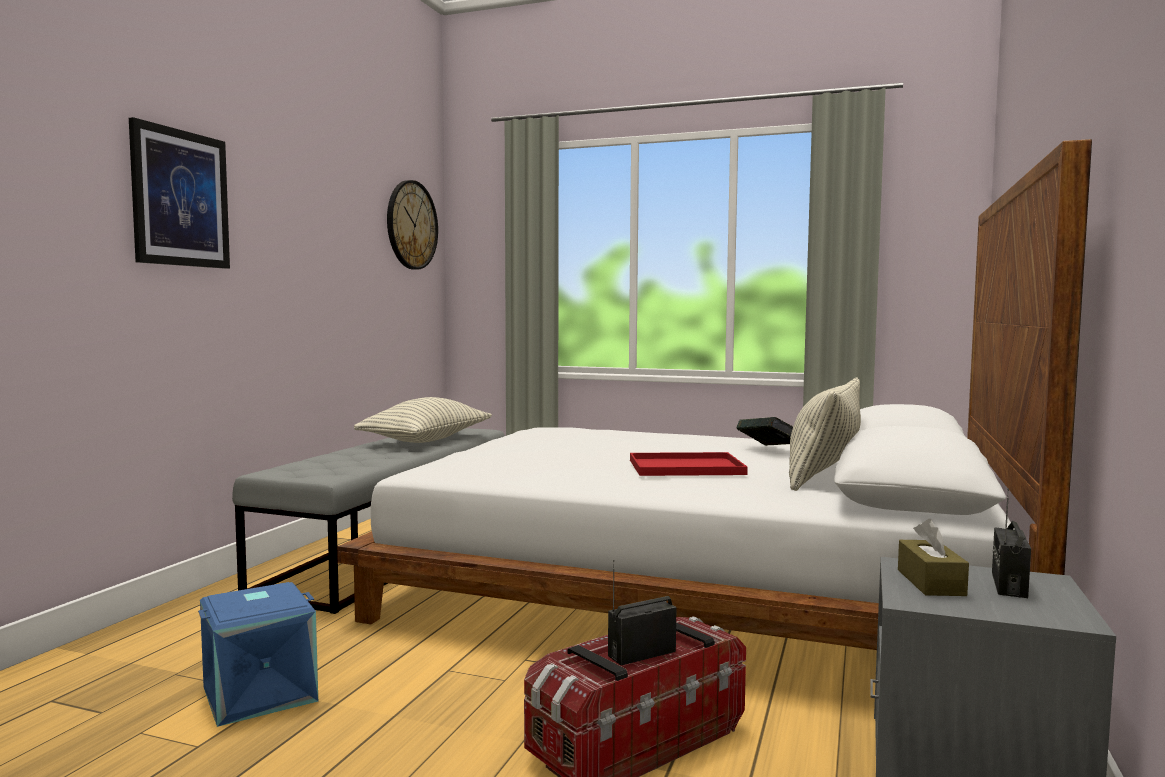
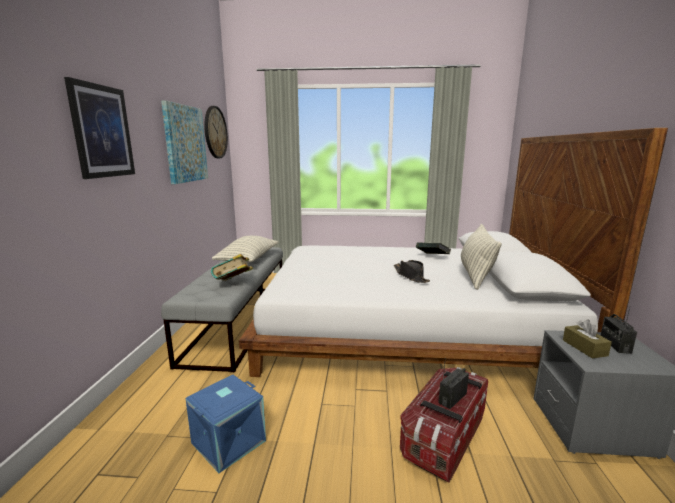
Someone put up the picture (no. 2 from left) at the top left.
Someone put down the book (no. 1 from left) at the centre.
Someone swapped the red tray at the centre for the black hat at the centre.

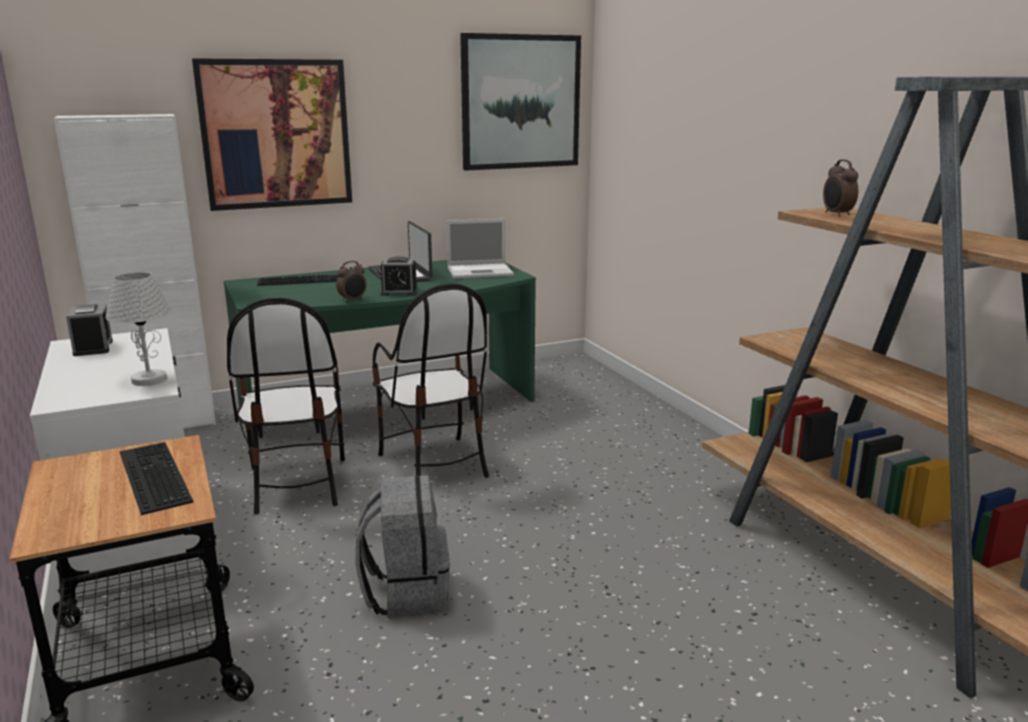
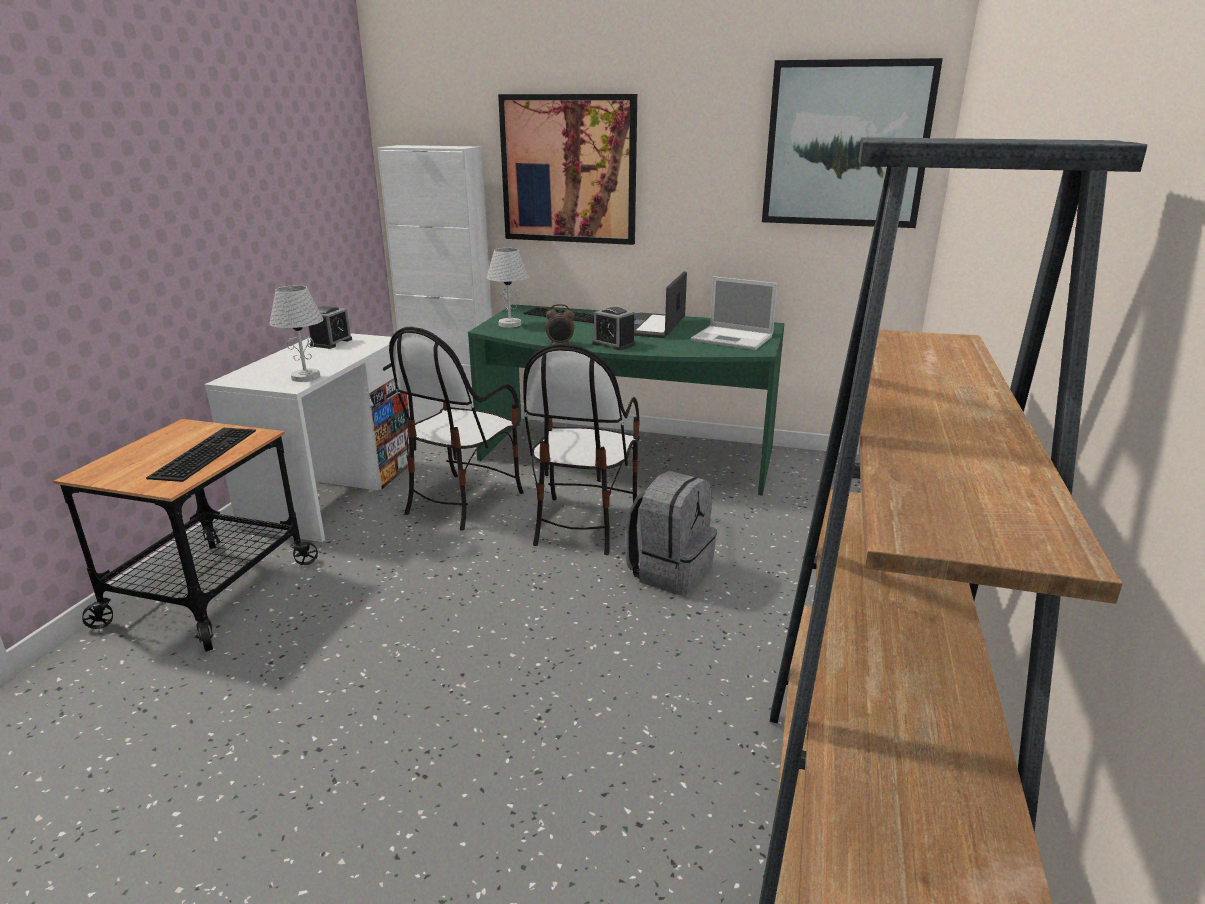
Someone put down the white table lamp (no. 2 from left) at the top centre.
Someone carried the grey backpack from the bottom centre to the centre.
Someone took away the alarm clock (no. 4 from left) at the top right.

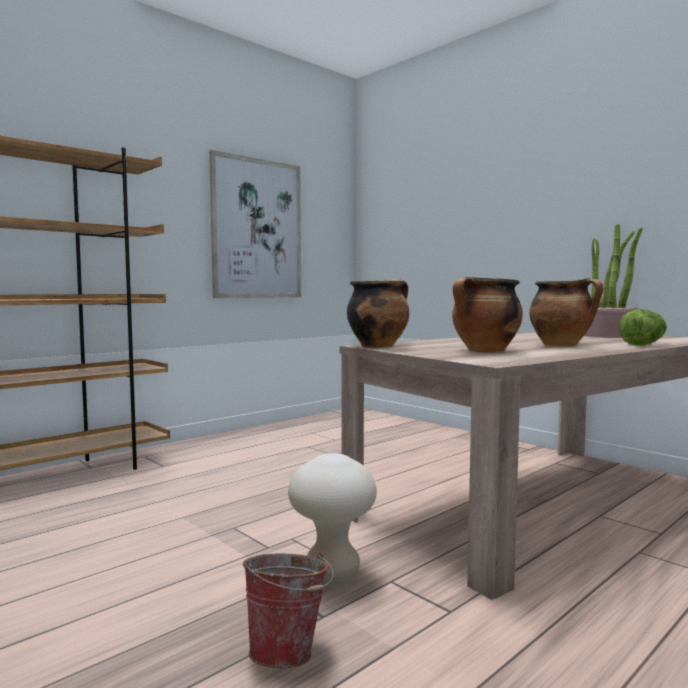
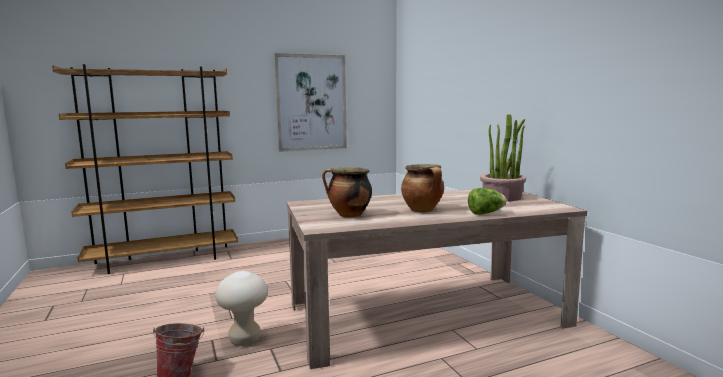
Someone took away the cooking pot (no. 1 from left) at the centre.

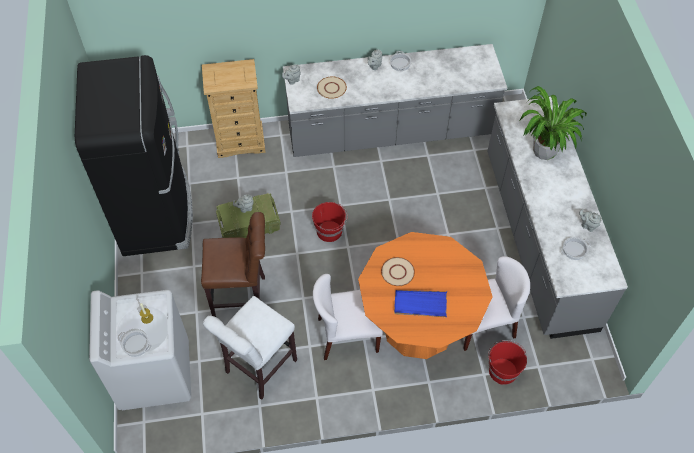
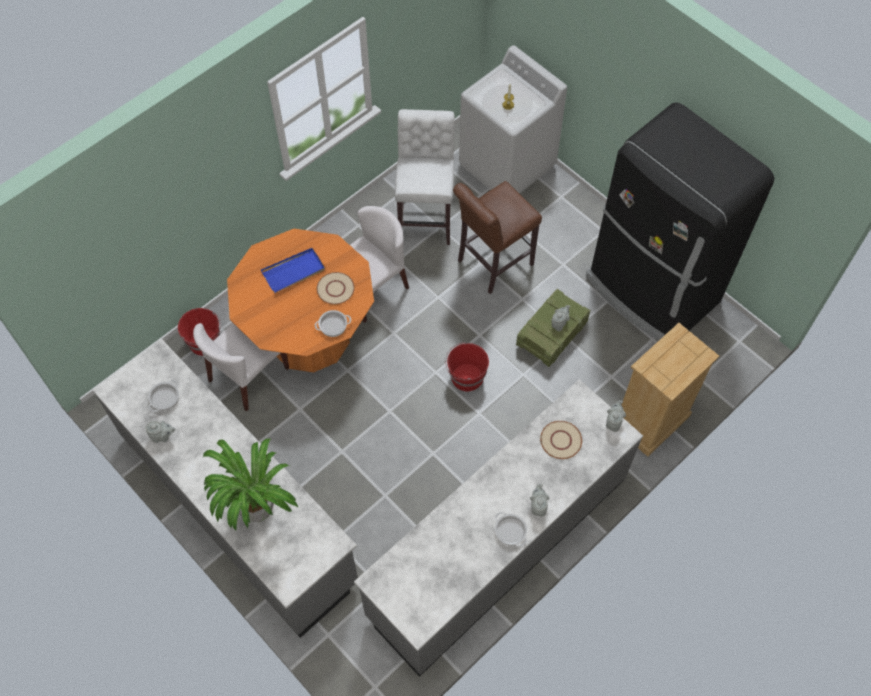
Someone carried the cooking pot (no. 1 from left in the first image) from the bottom left to the centre.

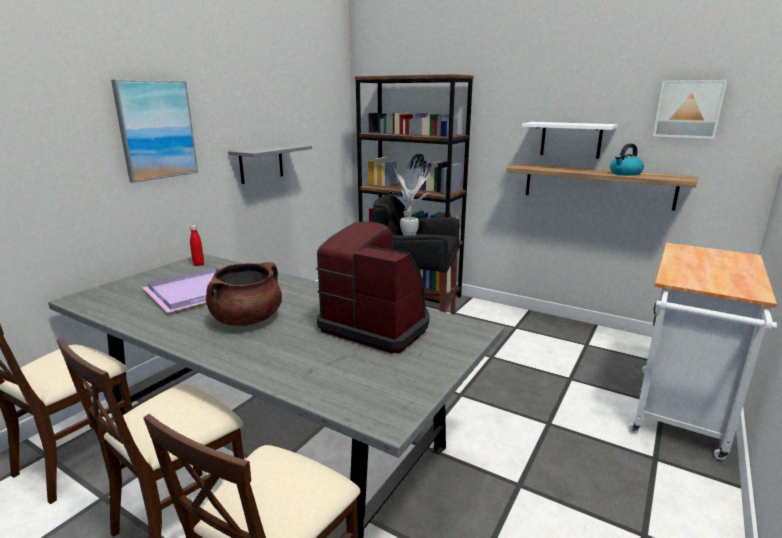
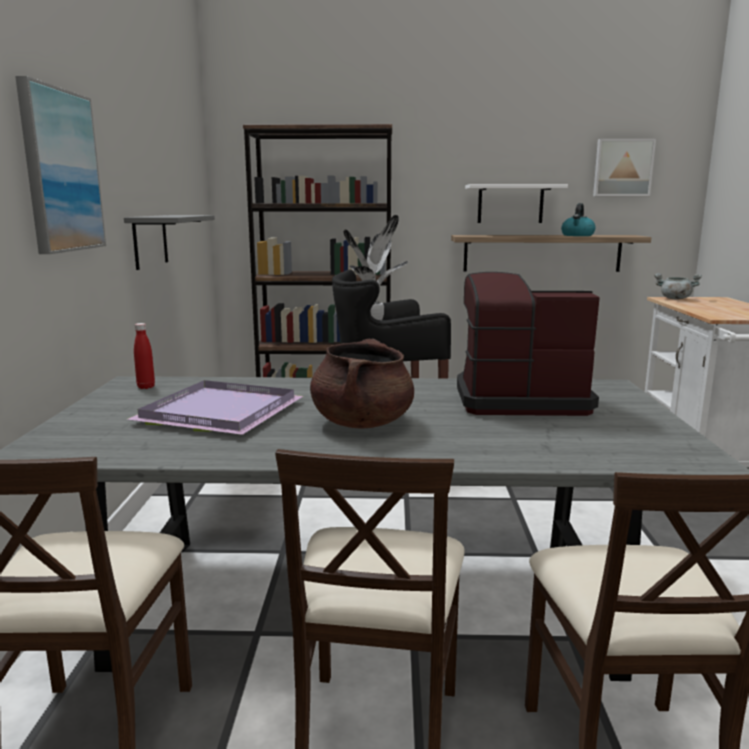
Someone put down the grey cooking pot at the middle right.

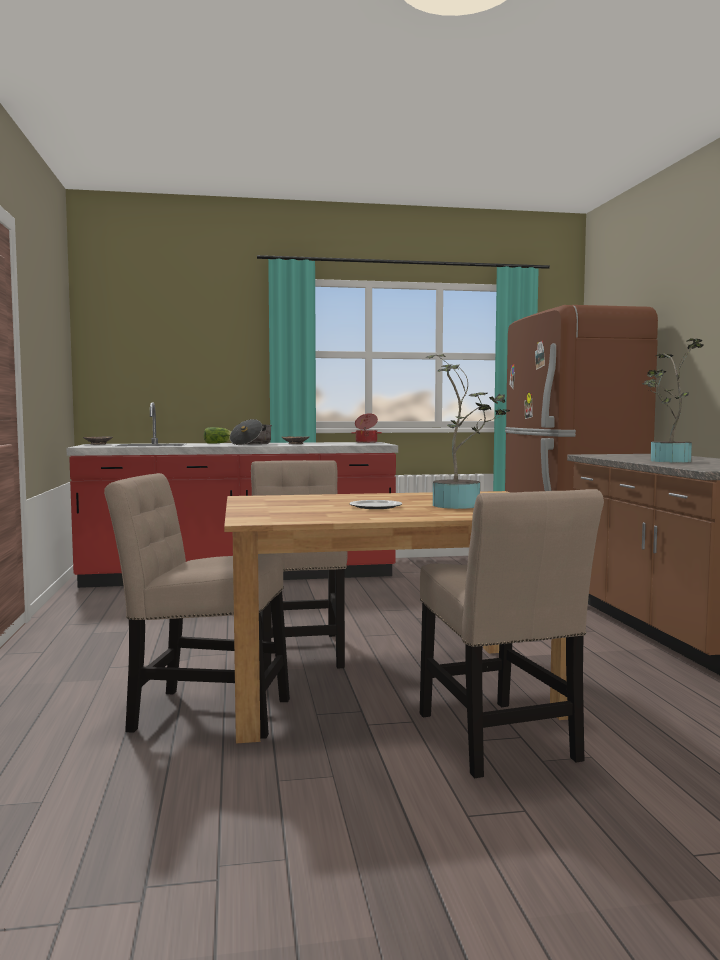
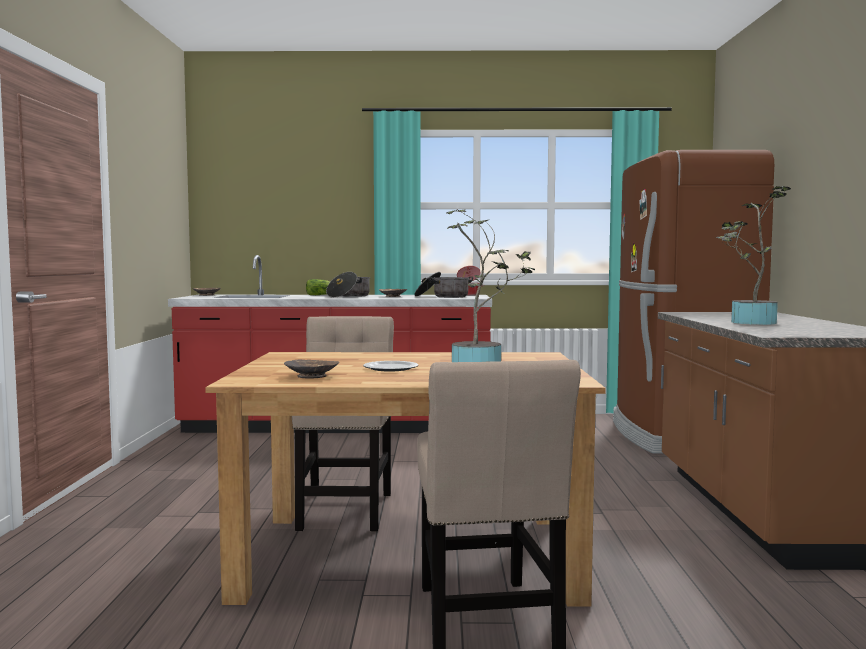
Someone put down the brown bowl (no. 2 from left) at the centre.
Someone put down the cooking pot (no. 2 from left) at the centre.
Someone took away the beige chair (no. 1 from left) at the middle left.

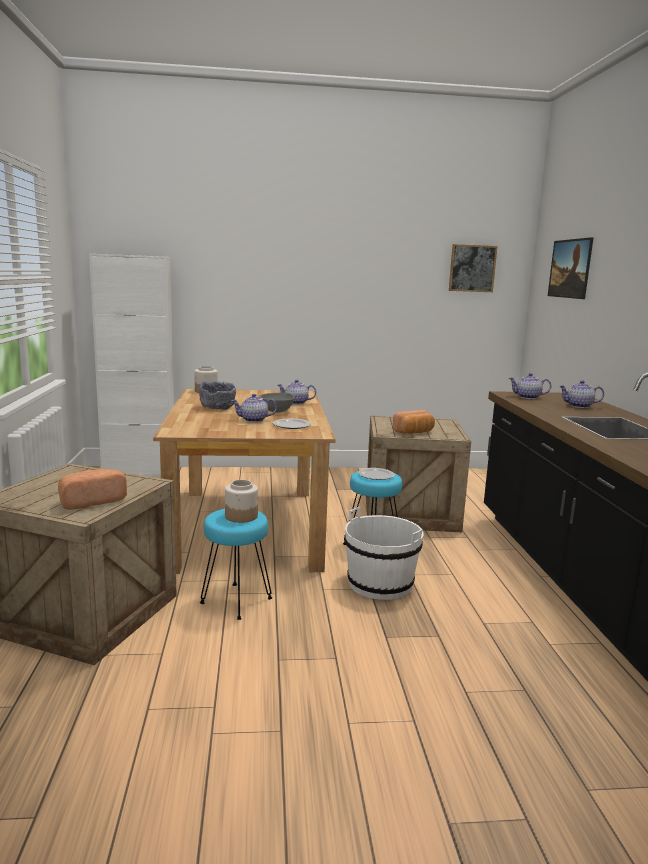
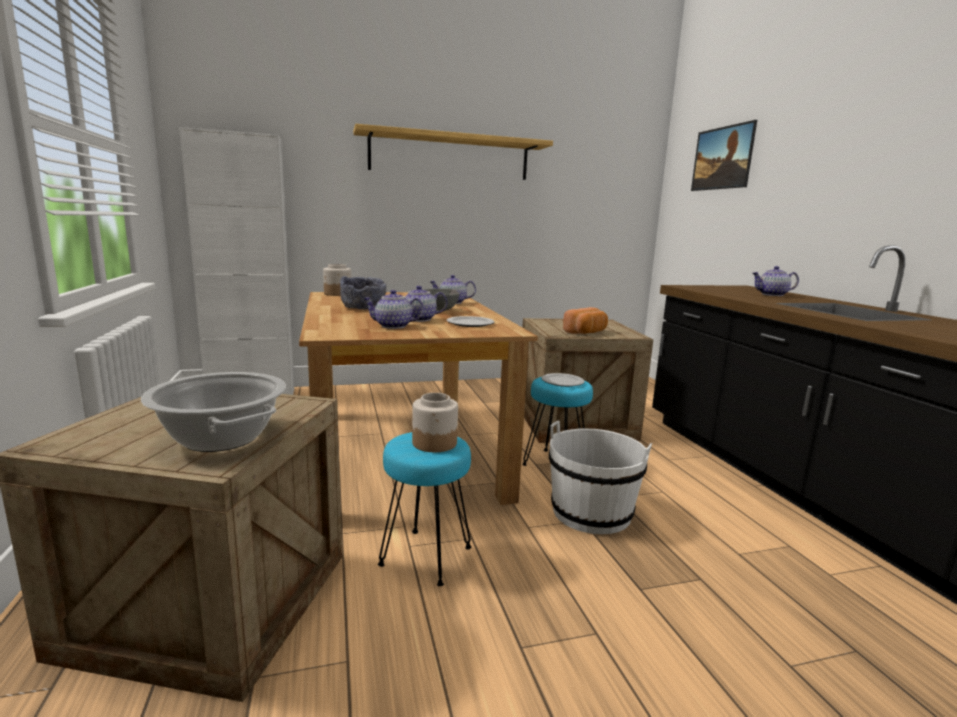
Someone swapped the bread (no. 1 from left) at the middle left for the cooking pot at the middle left.
Someone put up the shelf at the top centre.
Someone carried the teapot (no. 3 from left in the first image) from the middle right to the centre.
Someone took away the picture (no. 1 from left) at the top right.

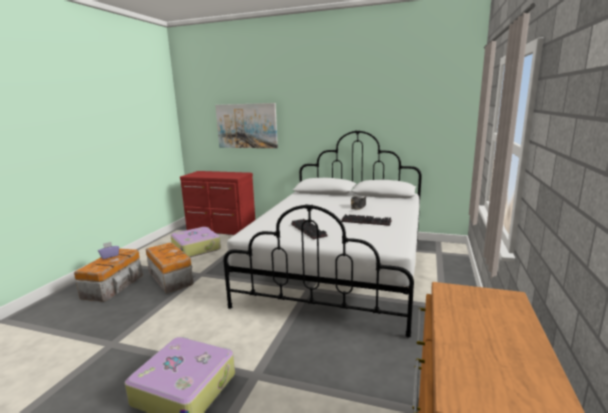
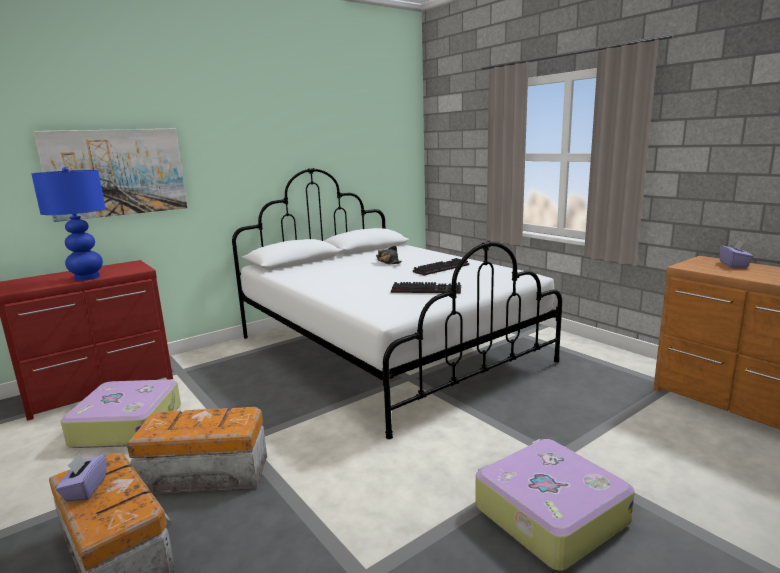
Someone put down the blue table lamp at the middle left.
Someone put down the purple tissue box (no. 2 from left) at the middle right.

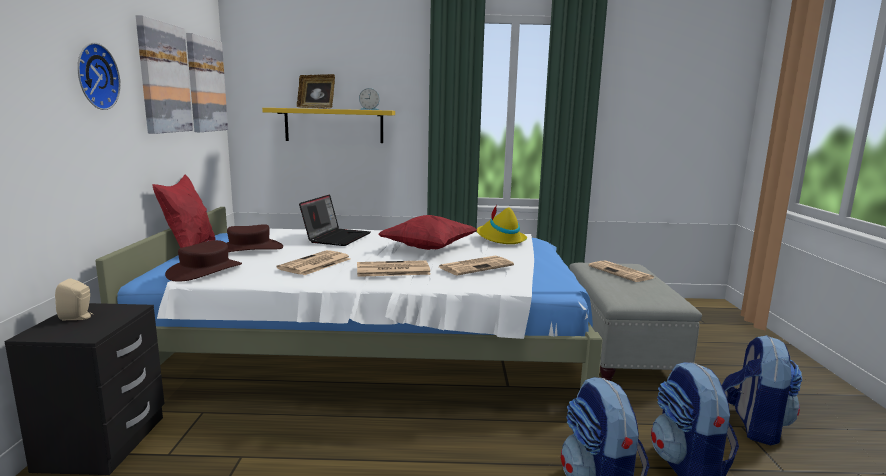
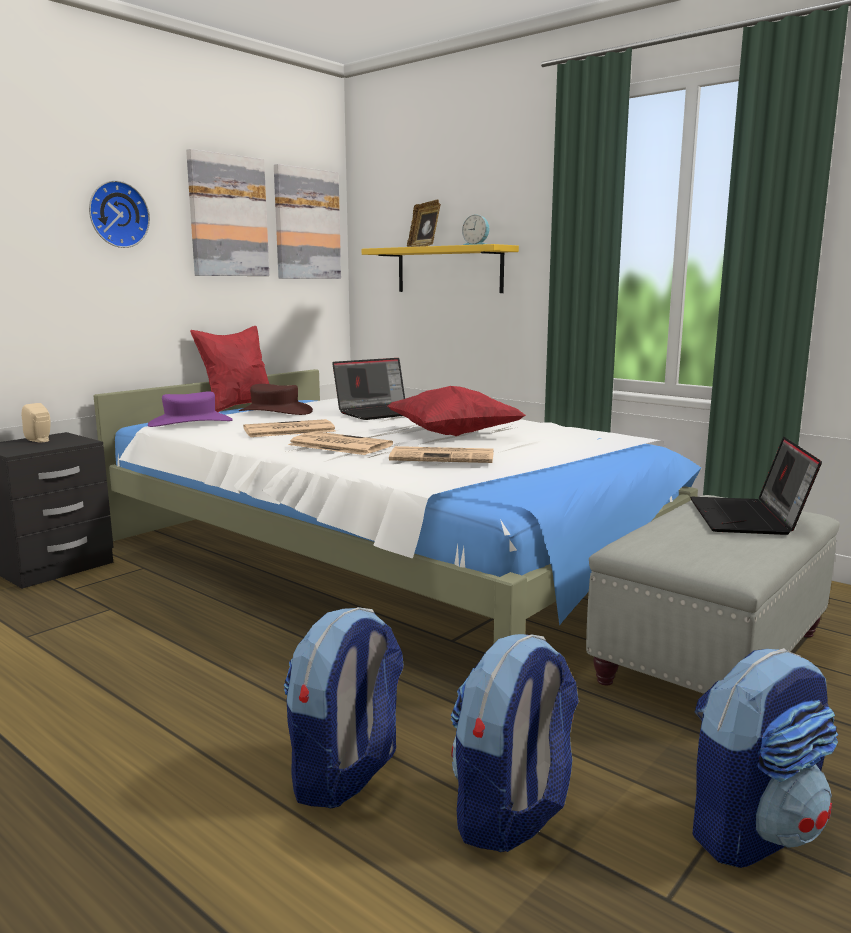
Someone repainted the brown hat (no. 1 from left) at the middle left, which became the purple hat at the middle left.
Someone swapped the newspaper (no. 4 from left) at the middle right for the laptop (no. 2 from left) at the middle right.
Someone took away the yellow hat at the centre.

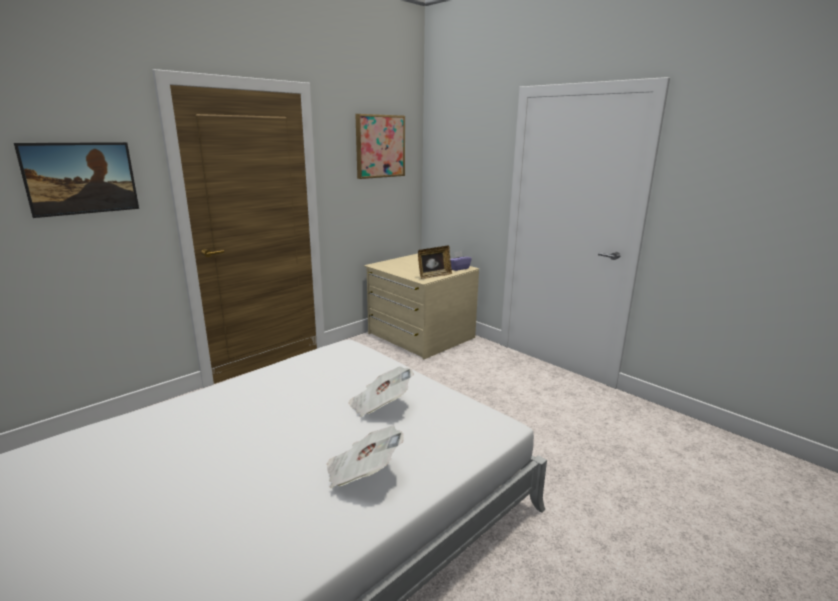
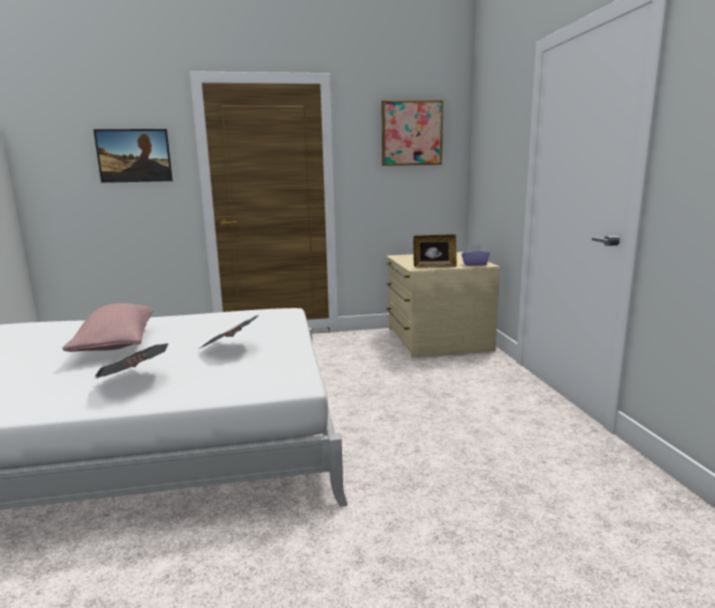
Someone put down the pink pillow at the middle left.

